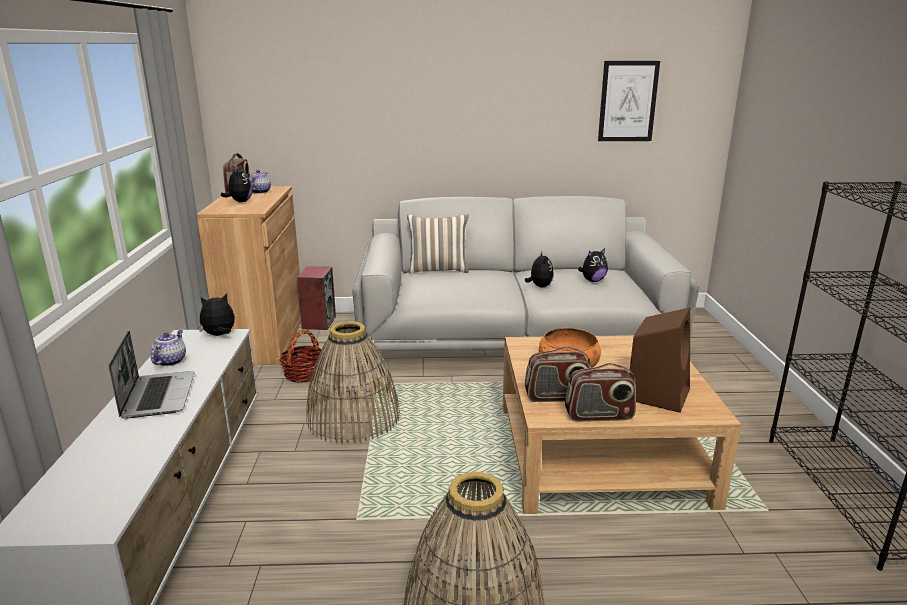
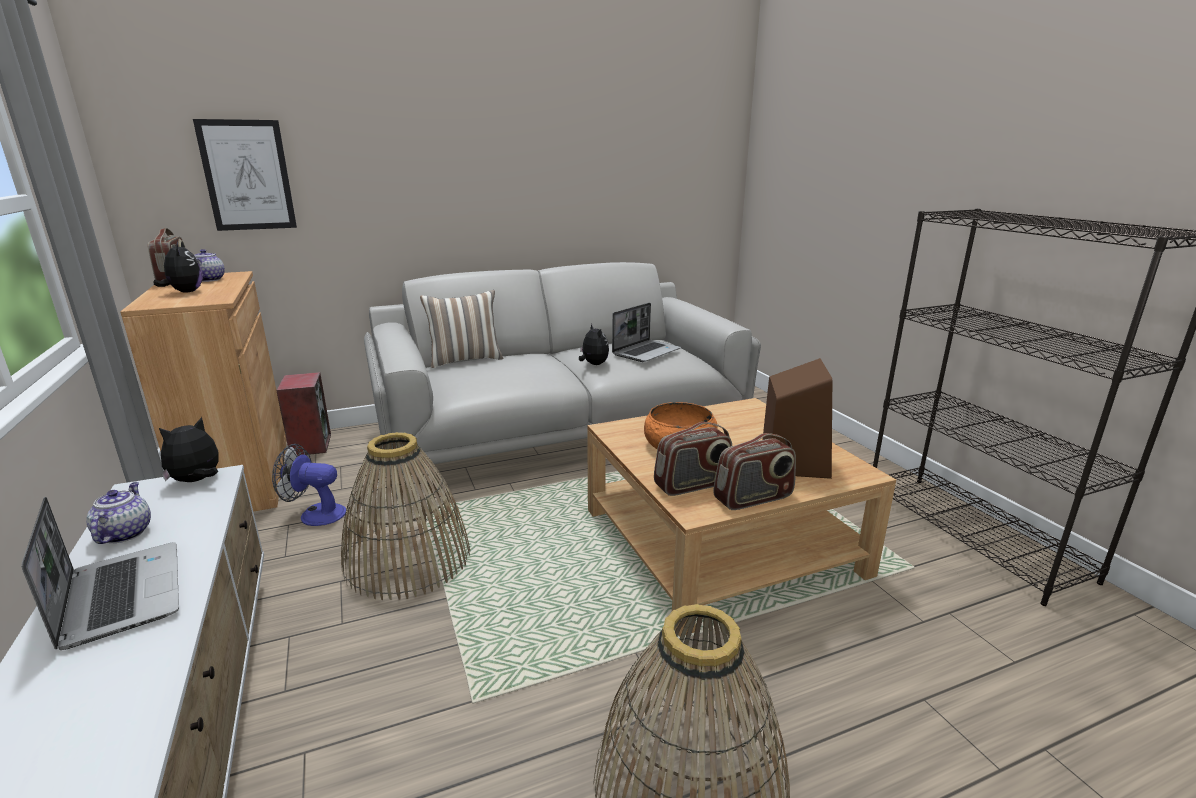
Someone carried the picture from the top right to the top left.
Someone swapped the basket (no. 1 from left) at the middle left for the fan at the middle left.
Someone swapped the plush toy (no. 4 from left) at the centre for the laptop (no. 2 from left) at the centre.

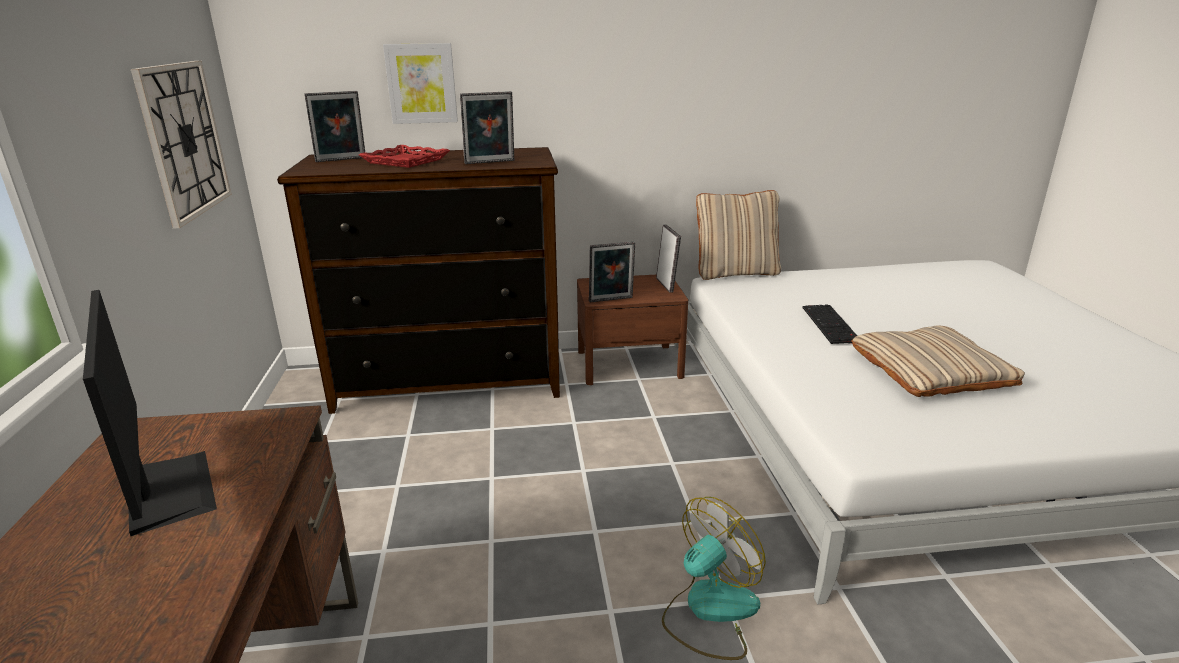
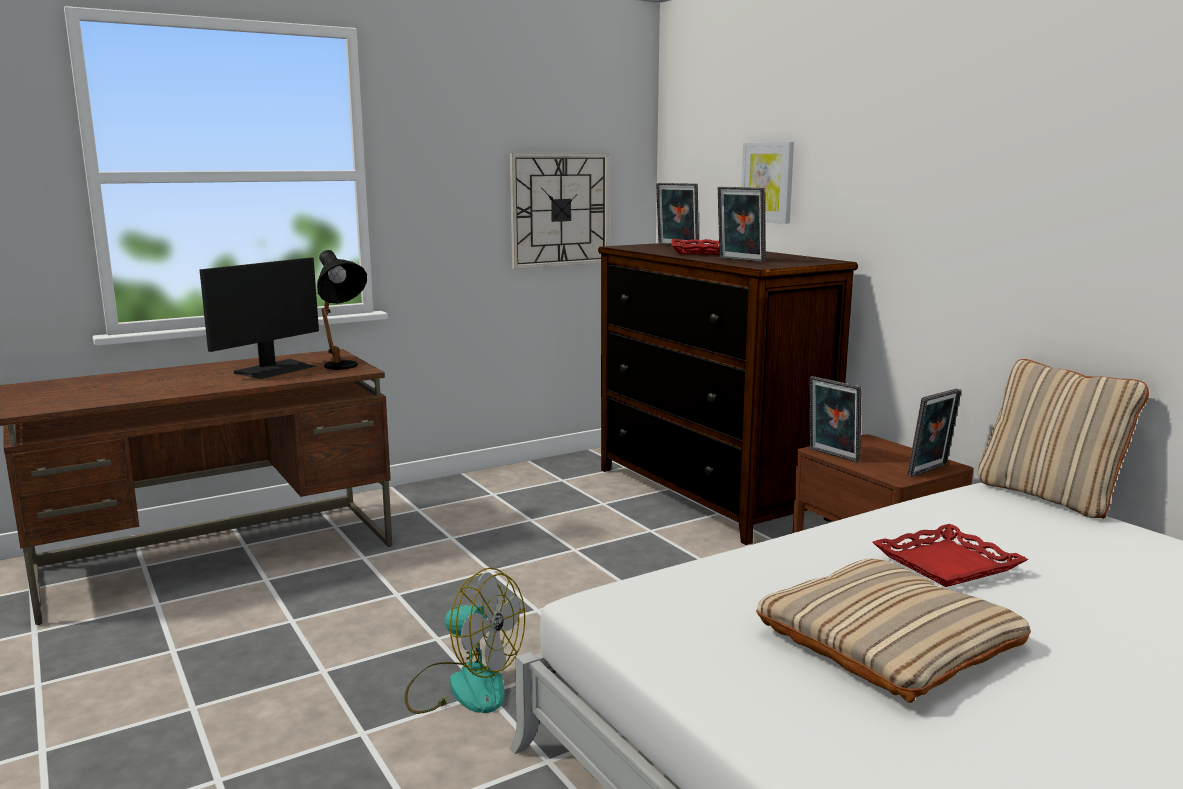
Someone put down the black table lamp at the middle left.
Someone swapped the keyboard at the middle right for the red tray (no. 2 from left) at the bottom right.

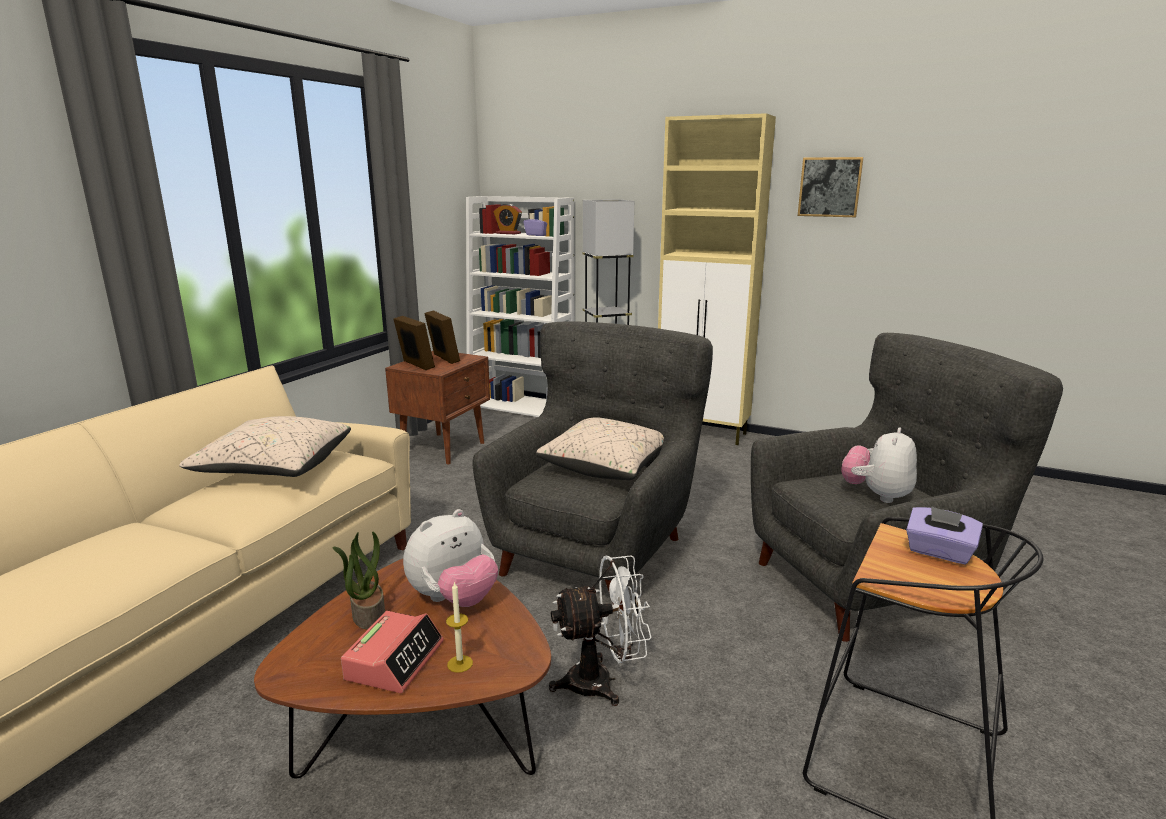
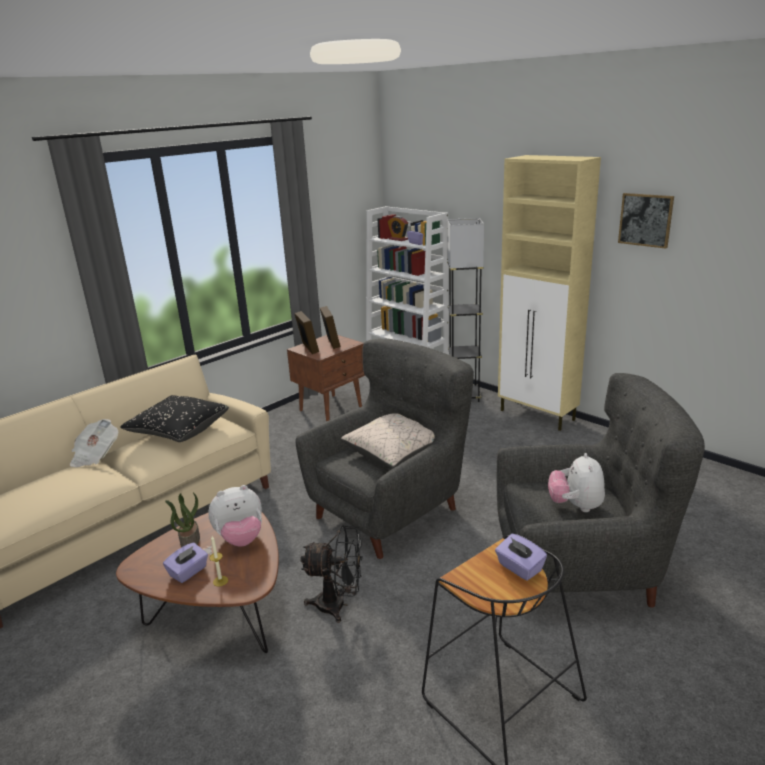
Someone put down the newspaper at the middle left.
Someone repainted the beige pillow (no. 1 from left) at the middle left, which became the black pillow at the middle left.
Someone swapped the alarm clock (no. 1 from left) at the bottom centre for the purple tissue box (no. 1 from left) at the bottom left.
Someone repainted the white fan at the bottom centre, which became the black fan at the bottom centre.
Someone rotated the plush toy (no. 2 from left) at the middle right by 45 degrees counterclockwise.

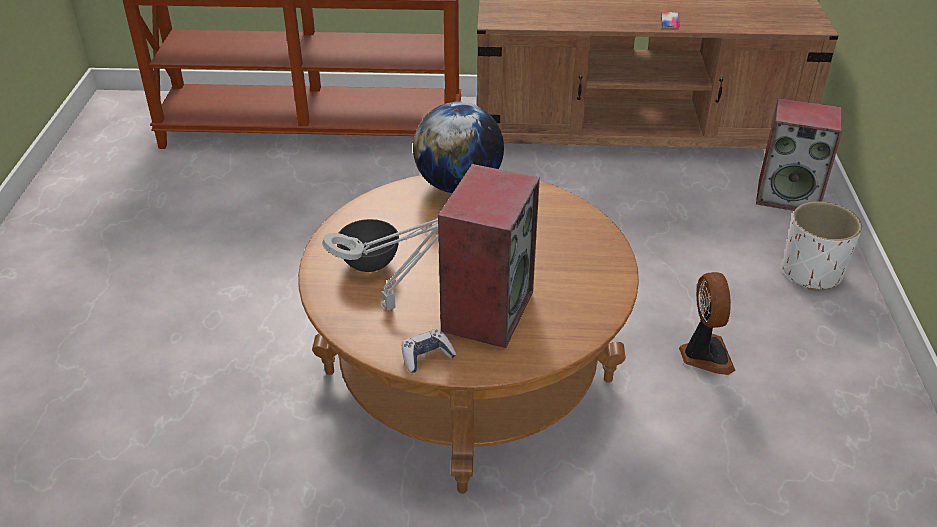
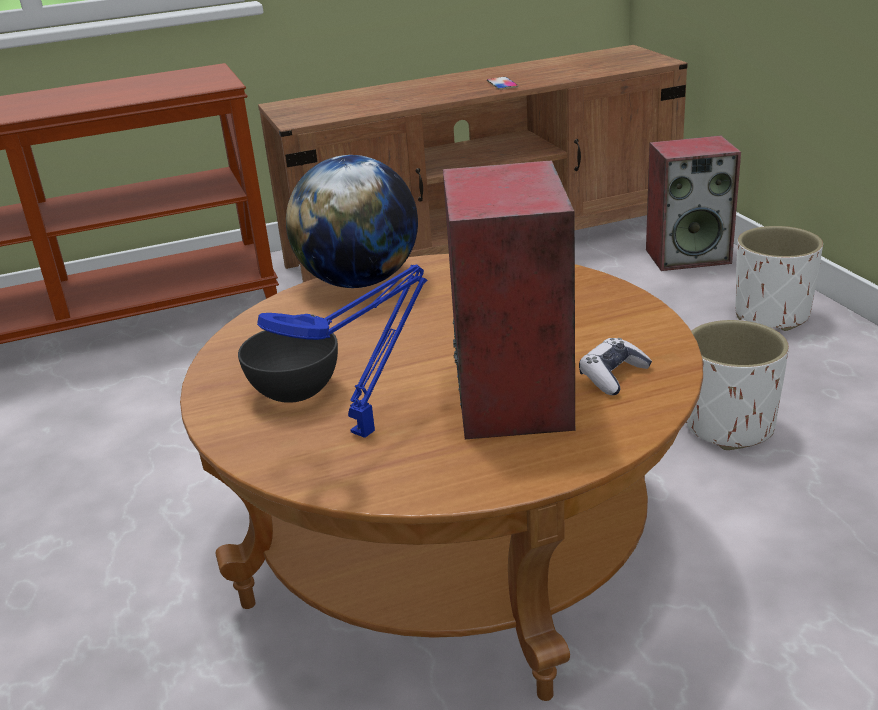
Someone repainted the grey table lamp at the centre, which became the blue table lamp at the centre.
Someone carried the game controller from the centre to the middle right.
Someone swapped the fan at the middle right for the white planter (no. 1 from left) at the middle right.

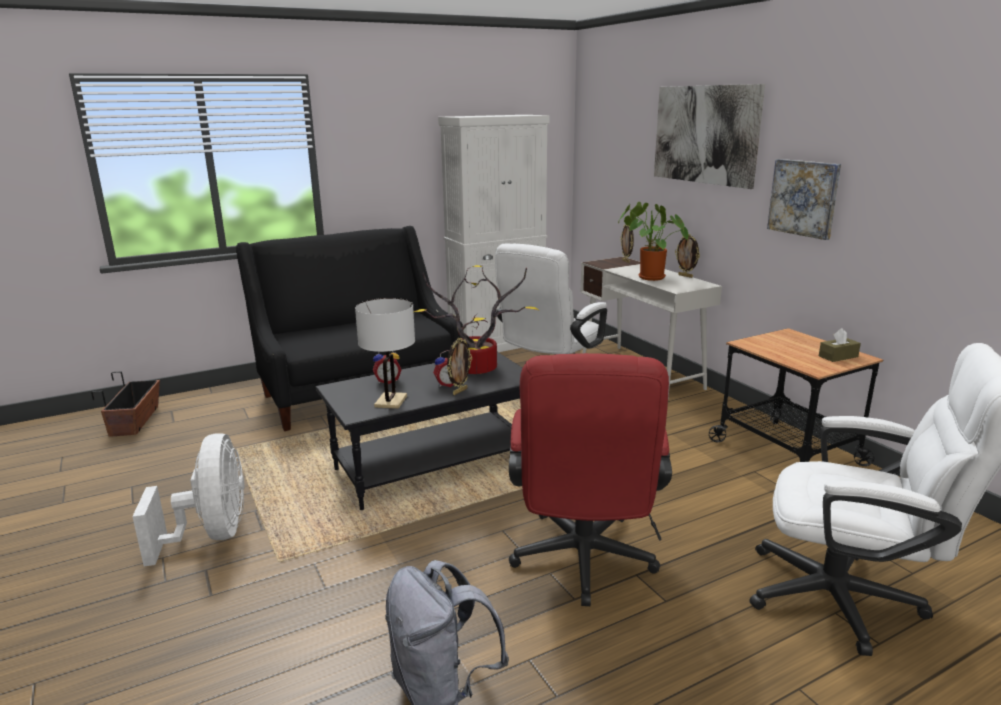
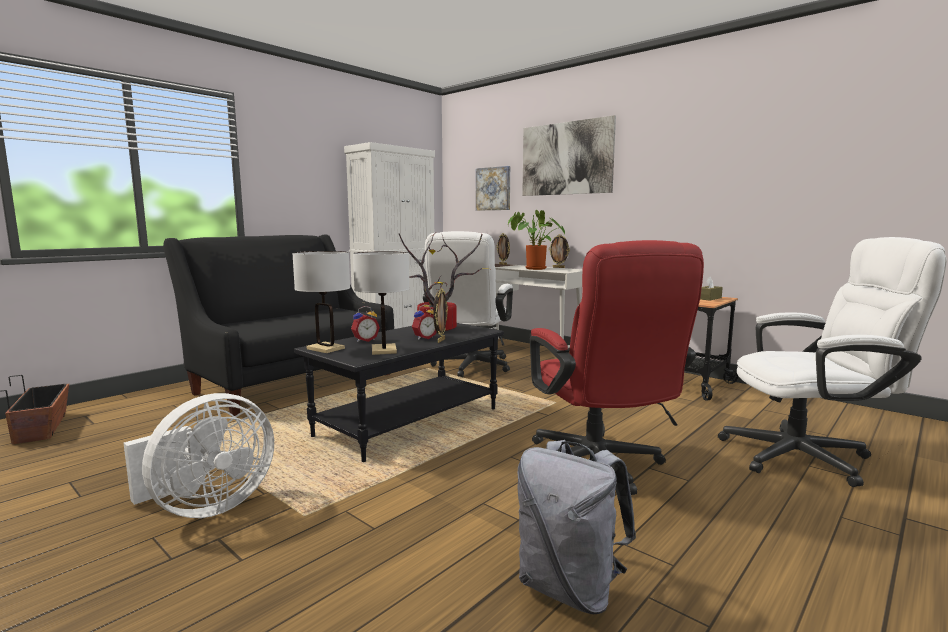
Someone rotated the white fan at the bottom left by 75 degrees clockwise.
Someone put down the white table lamp (no. 1 from left) at the centre.
Someone carried the picture (no. 2 from left in the first image) from the top right to the top centre.

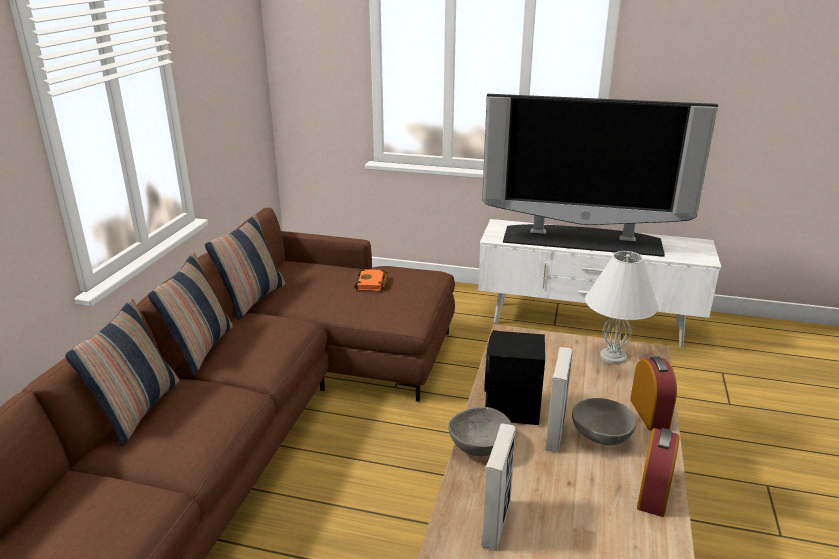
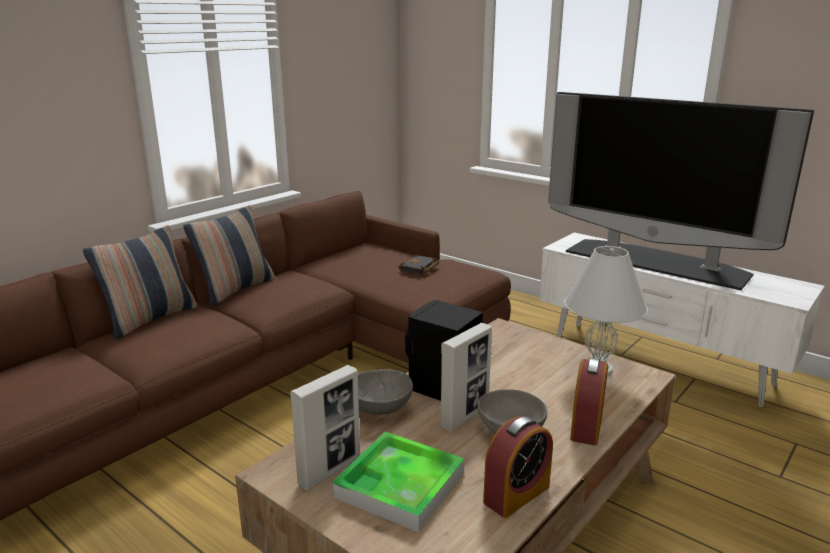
Someone put down the tray at the bottom centre.
Someone repainted the orange book at the centre, which became the black book at the centre.
Someone took away the pillow (no. 3 from left) at the middle left.

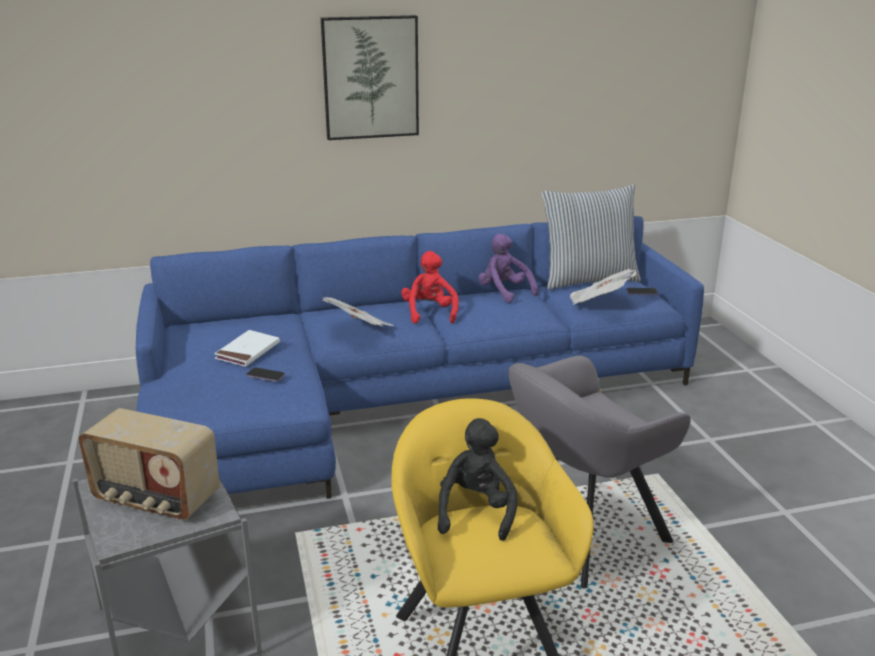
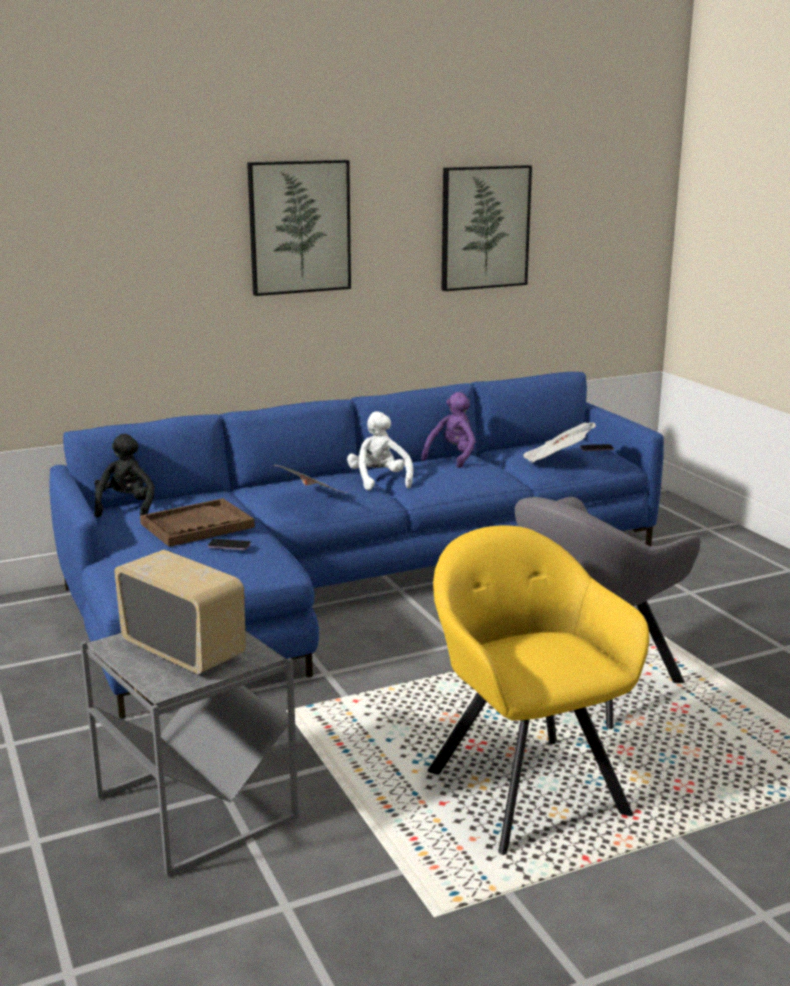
Someone carried the black plush toy from the bottom centre to the middle left.
Someone rotated the radio at the bottom left by 150 degrees counterclockwise.
Someone swapped the white book at the middle left for the brown tray at the middle left.
Someone repainted the red plush toy at the centre, which became the white plush toy at the centre.
Someone rotated the purple plush toy at the centre by 75 degrees clockwise.
Someone put up the picture (no. 2 from left) at the top centre.
Someone took away the pillow at the middle right.

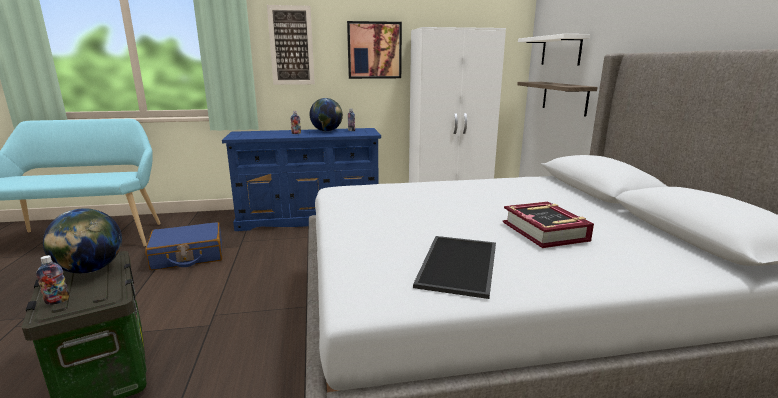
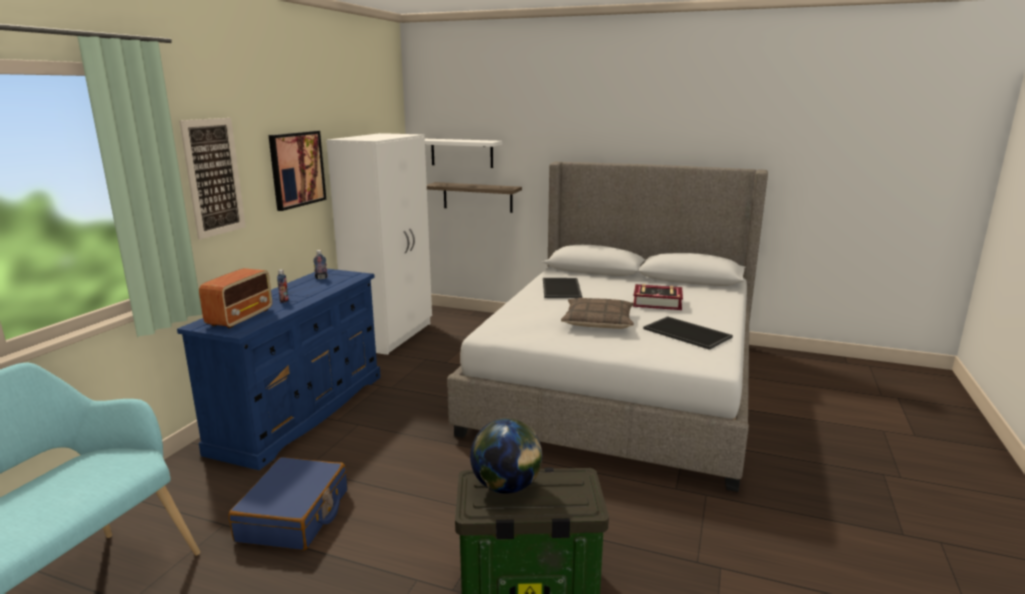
Someone put down the radio at the middle left.
Someone put down the tray (no. 1 from left) at the centre.
Someone put down the pillow at the centre.
Someone took away the bottle (no. 1 from left) at the bottom left.
Someone took away the globe (no. 2 from left) at the top centre.

